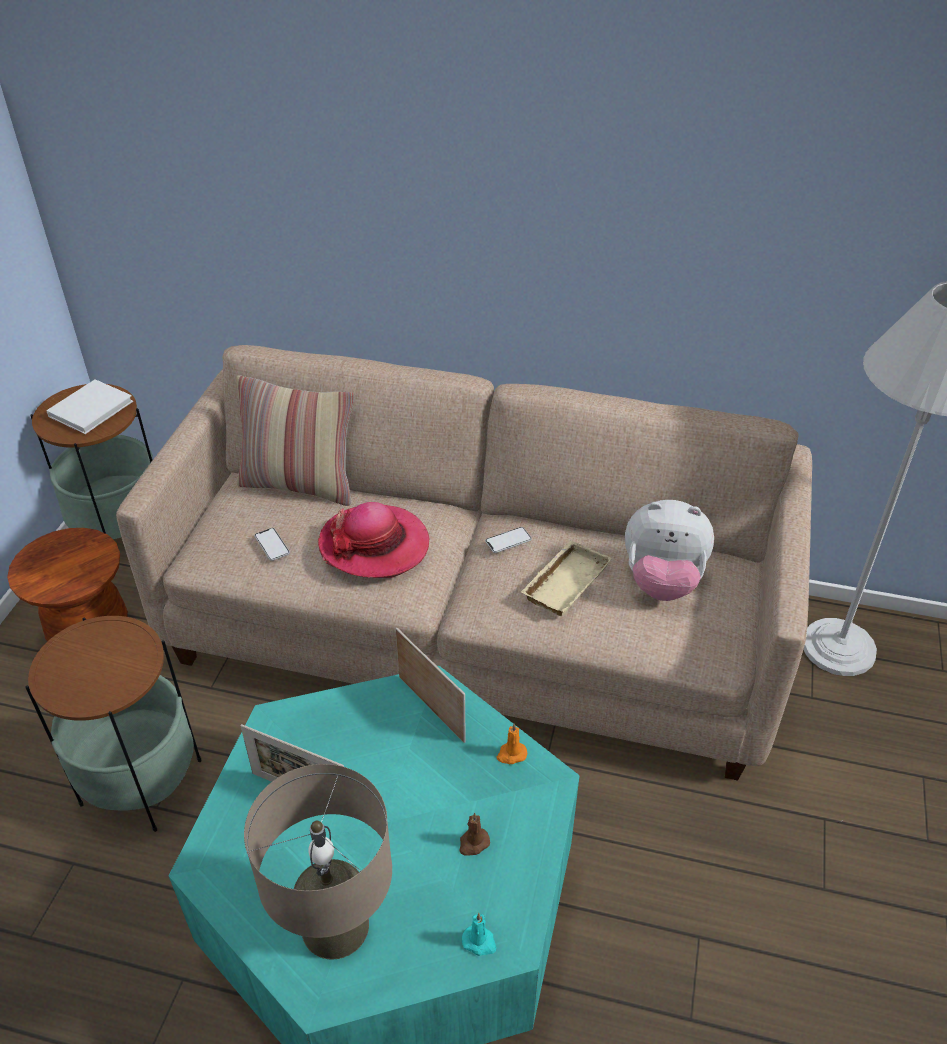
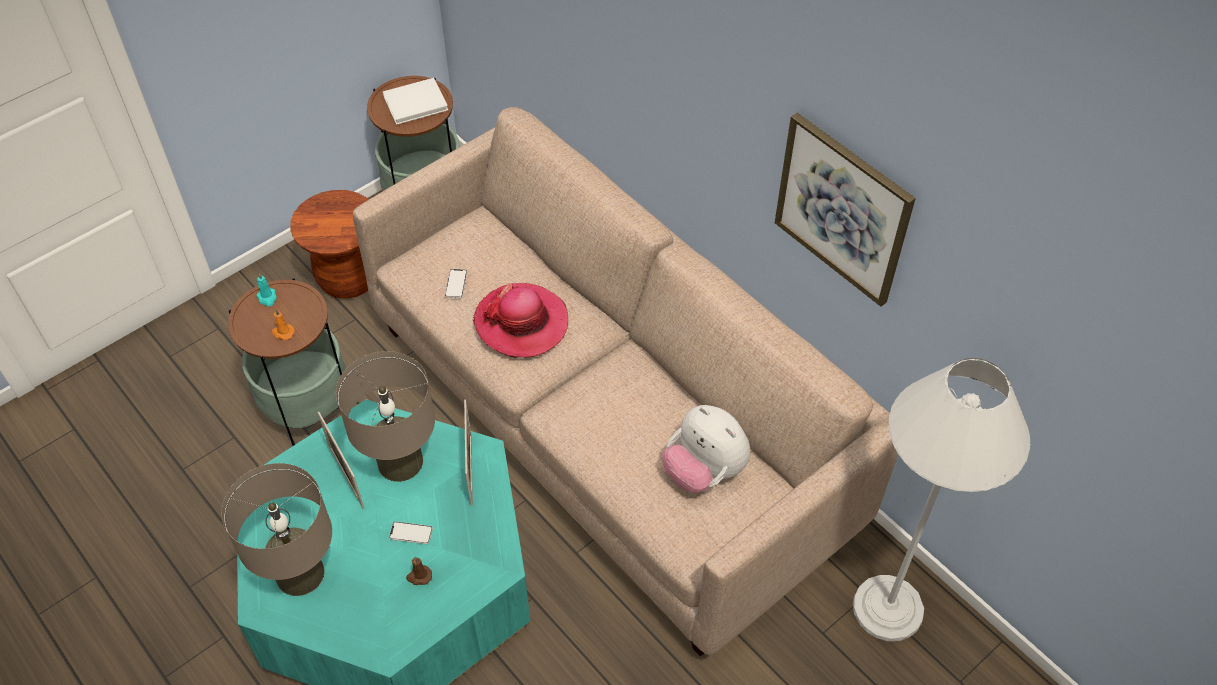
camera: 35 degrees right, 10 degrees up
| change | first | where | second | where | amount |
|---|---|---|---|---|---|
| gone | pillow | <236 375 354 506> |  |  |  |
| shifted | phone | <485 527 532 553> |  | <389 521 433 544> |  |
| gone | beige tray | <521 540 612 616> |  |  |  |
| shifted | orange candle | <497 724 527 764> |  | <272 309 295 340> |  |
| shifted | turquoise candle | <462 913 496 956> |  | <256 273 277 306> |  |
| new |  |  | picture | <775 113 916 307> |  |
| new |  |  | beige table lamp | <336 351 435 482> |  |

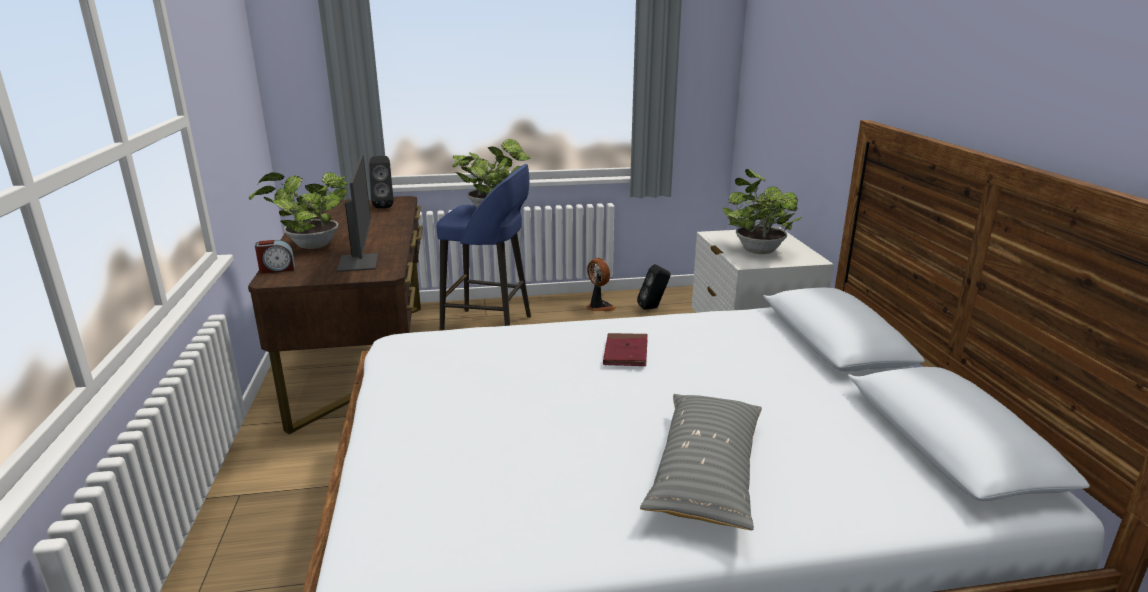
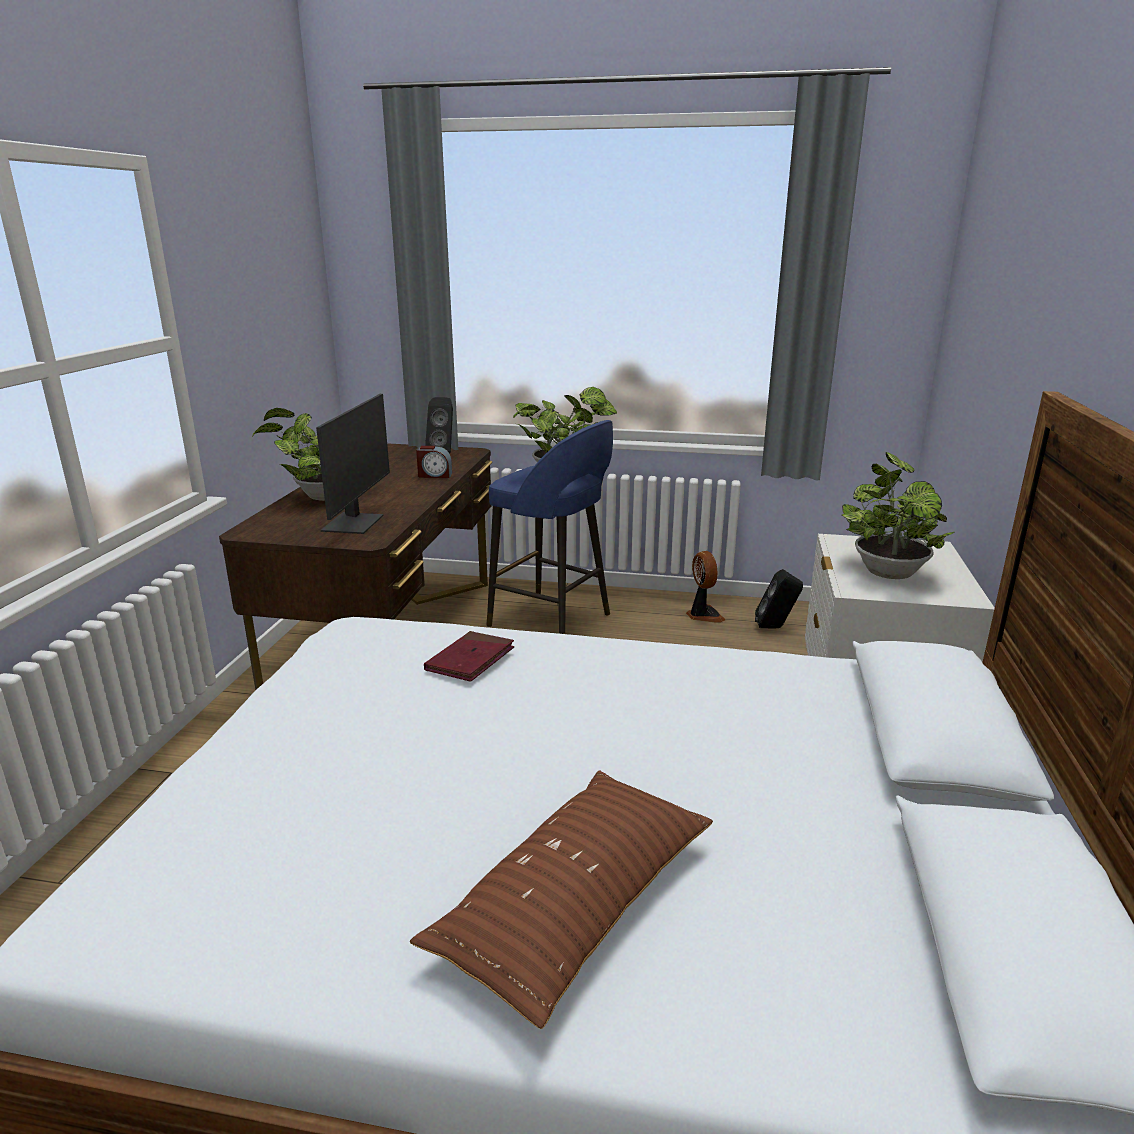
camera: 20 degrees right, 0 degrees up
| change | first | where | second | where | amount |
|---|---|---|---|---|---|
| shifted | alarm clock | <255 240 295 273> |  | <416 446 452 478> |  |
| shifted | red book | <603 333 648 366> |  | <424 631 514 682> |  |
| repainted | grey pillow | <640 394 762 530> | brown pillow | <410 771 713 1029> |  |

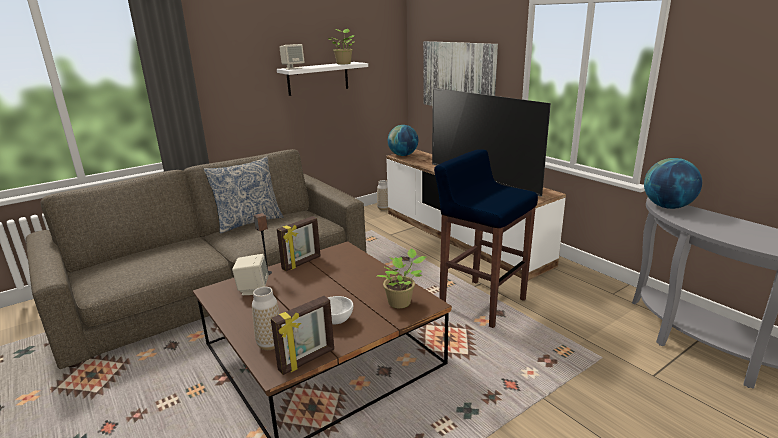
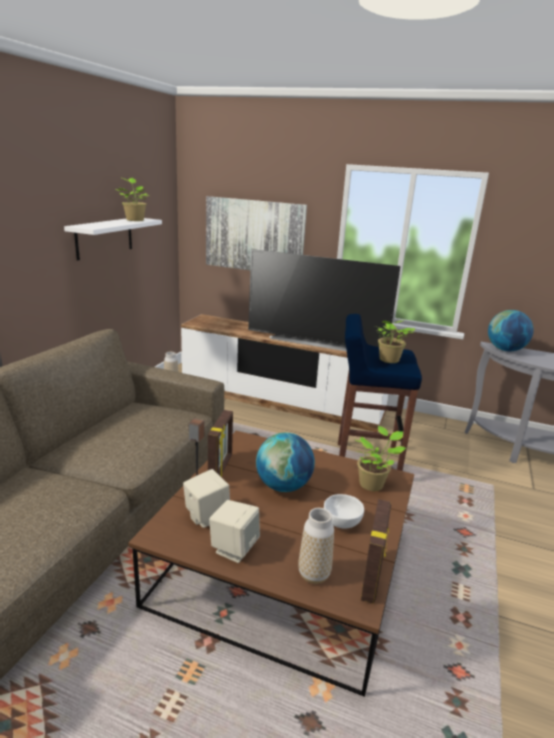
camera: 35 degrees left, 0 degrees up
| change | first | where | second | where | amount |
|---|---|---|---|---|---|
| shifted | beige speaker | <279 44 304 70> |  | <209 500 260 563> |  |
| shifted | globe | <388 125 418 156> |  | <256 432 315 492> |  |
| gone | pillow | <203 156 283 234> |  |  |  |
| new |  |  | potted plant | <375 321 415 363> |  |

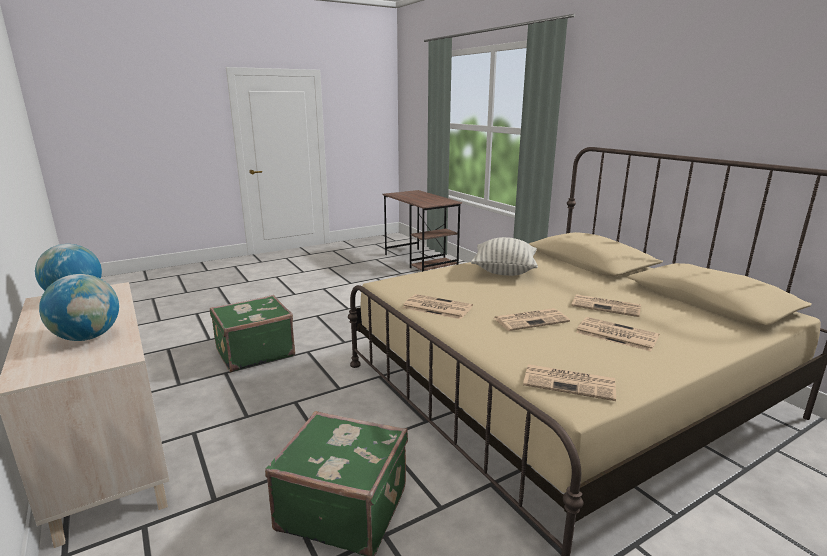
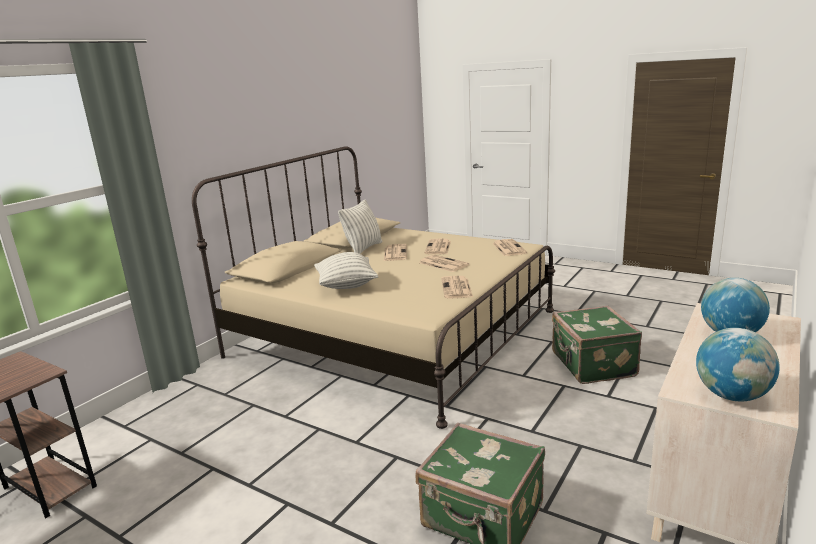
camera: 115 degrees left, 0 degrees up
| change | first | where | second | where | amount |
|---|---|---|---|---|---|
| new |  |  | pillow | <338 199 382 254> |  |

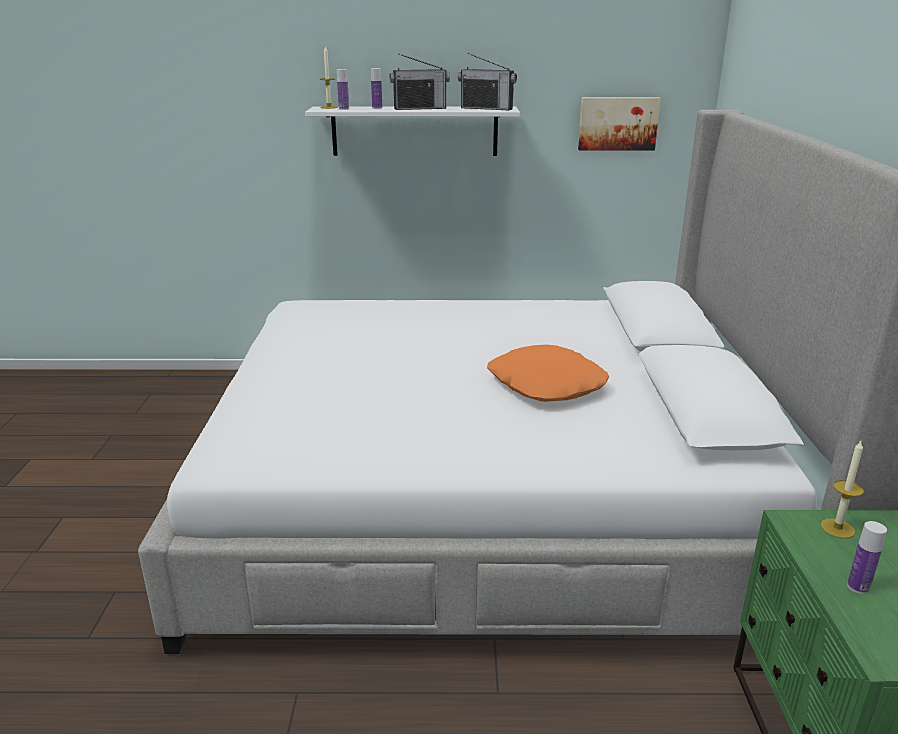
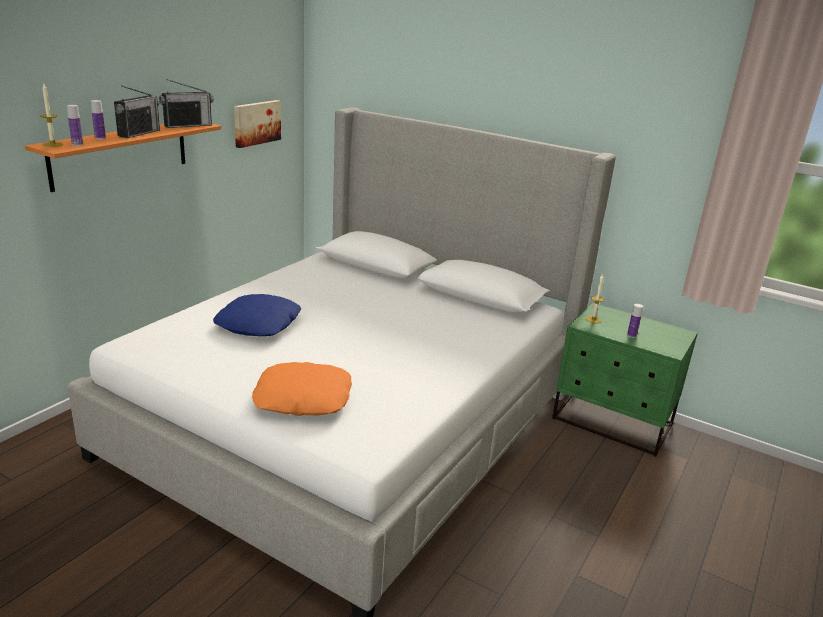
camera: 60 degrees left, 0 degrees up
| change | first | where | second | where | amount |
|---|---|---|---|---|---|
| repainted | white shelf | <305 106 520 156> | orange shelf | <25 124 221 192> |  |
| shifted | orange pillow | <487 345 609 402> |  | <252 362 352 416> |  |
| new |  |  | blue pillow | <213 294 301 336> |  |

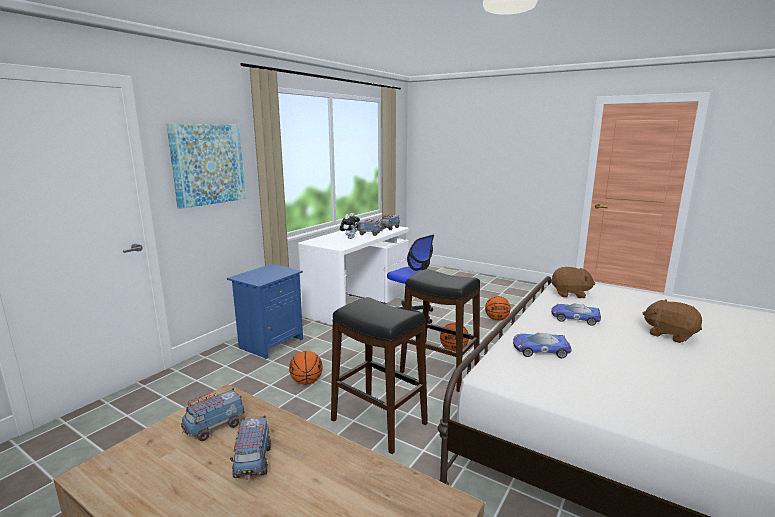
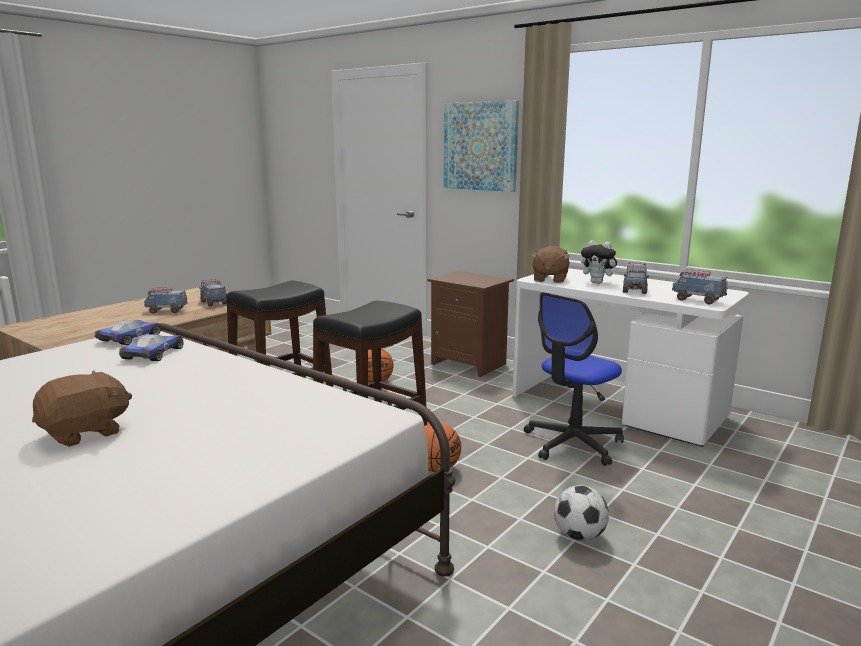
camera: 95 degrees right, 0 degrees up
| change | first | where | second | where | amount |
|---|---|---|---|---|---|
| repainted | blue nightstand | <227 264 303 359> | brown nightstand | <427 271 514 378> |  |
| shifted | brown plush toy | <551 267 595 298> |  | <531 246 570 283> |  |
| swapped | basketball | <485 296 510 321> | football | <554 485 609 541> |  |
| shifted | toy car | <551 304 601 326> |  | <95 320 161 345> |  |

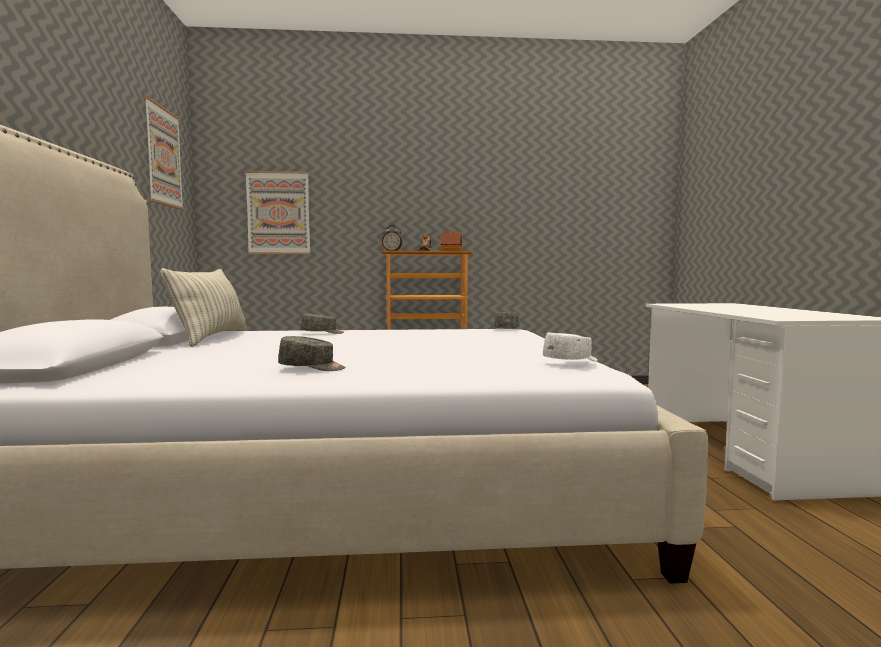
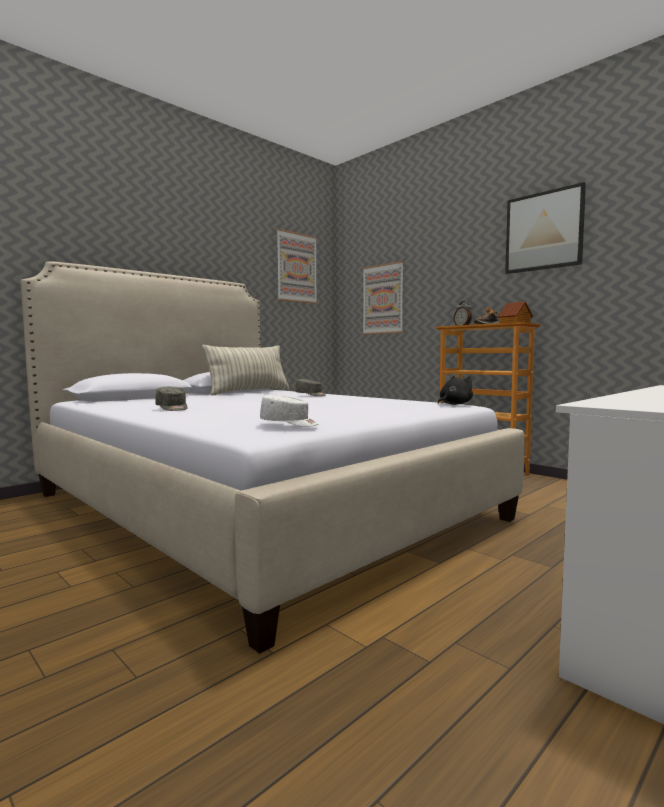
camera: 50 degrees right, 0 degrees up
| change | first | where | second | where | amount |
|---|---|---|---|---|---|
| swapped | grey cap | <495 312 520 328> | black plush toy | <438 376 473 405> |  |
| new |  |  | picture | <505 182 586 274> |  |

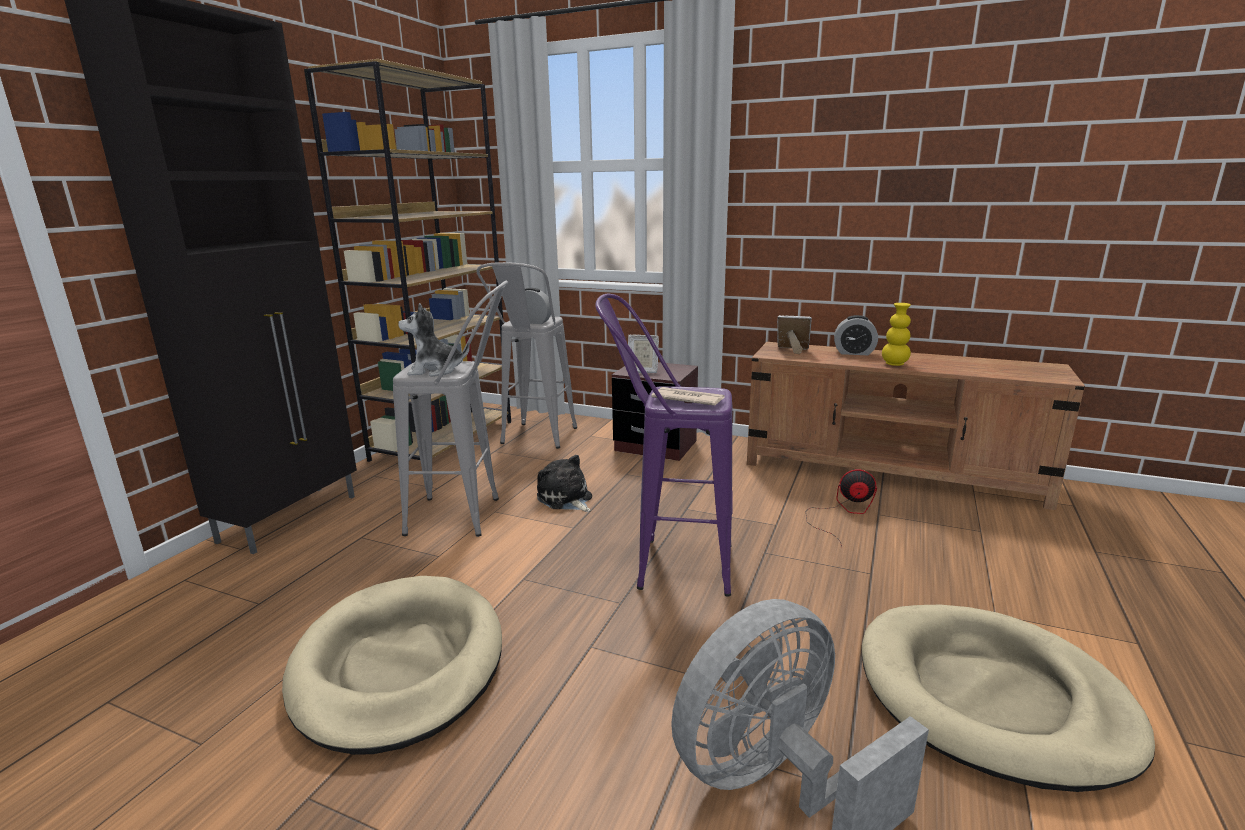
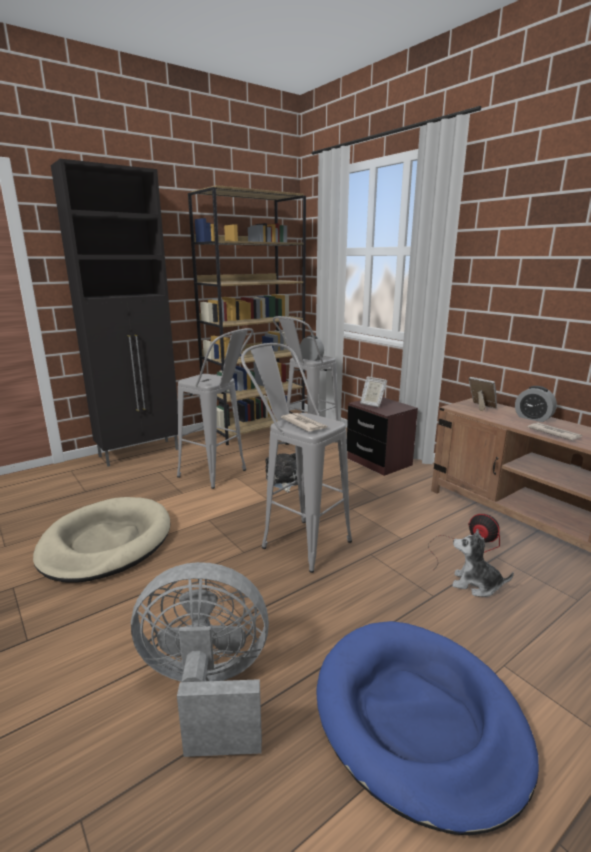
camera: 30 degrees right, 0 degrees up
| change | first | where | second | where | amount |
|---|---|---|---|---|---|
| repainted | purple stool | <595 294 733 597> | grey stool | <241 343 352 573> |  |
| shifted | plush toy | <398 303 470 377> |  | <452 529 514 597> |  |
| swapped | yellow vase | <882 303 911 366> | newspaper | <528 423 582 440> |  |
| repainted | beige dog bed | <862 605 1155 792> | blue dog bed | <317 621 539 835> |  |

